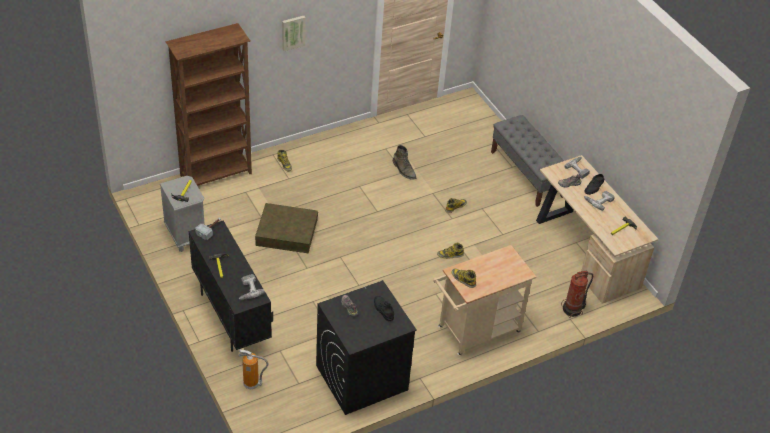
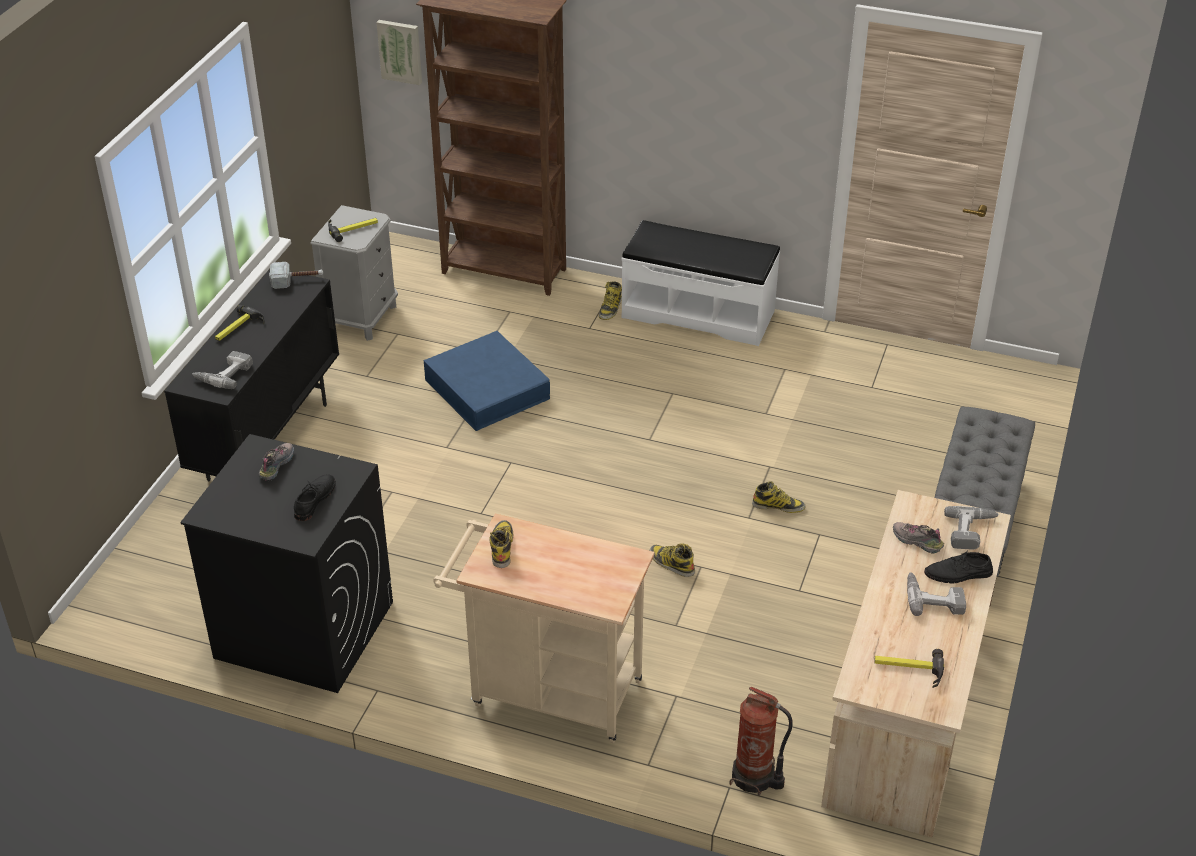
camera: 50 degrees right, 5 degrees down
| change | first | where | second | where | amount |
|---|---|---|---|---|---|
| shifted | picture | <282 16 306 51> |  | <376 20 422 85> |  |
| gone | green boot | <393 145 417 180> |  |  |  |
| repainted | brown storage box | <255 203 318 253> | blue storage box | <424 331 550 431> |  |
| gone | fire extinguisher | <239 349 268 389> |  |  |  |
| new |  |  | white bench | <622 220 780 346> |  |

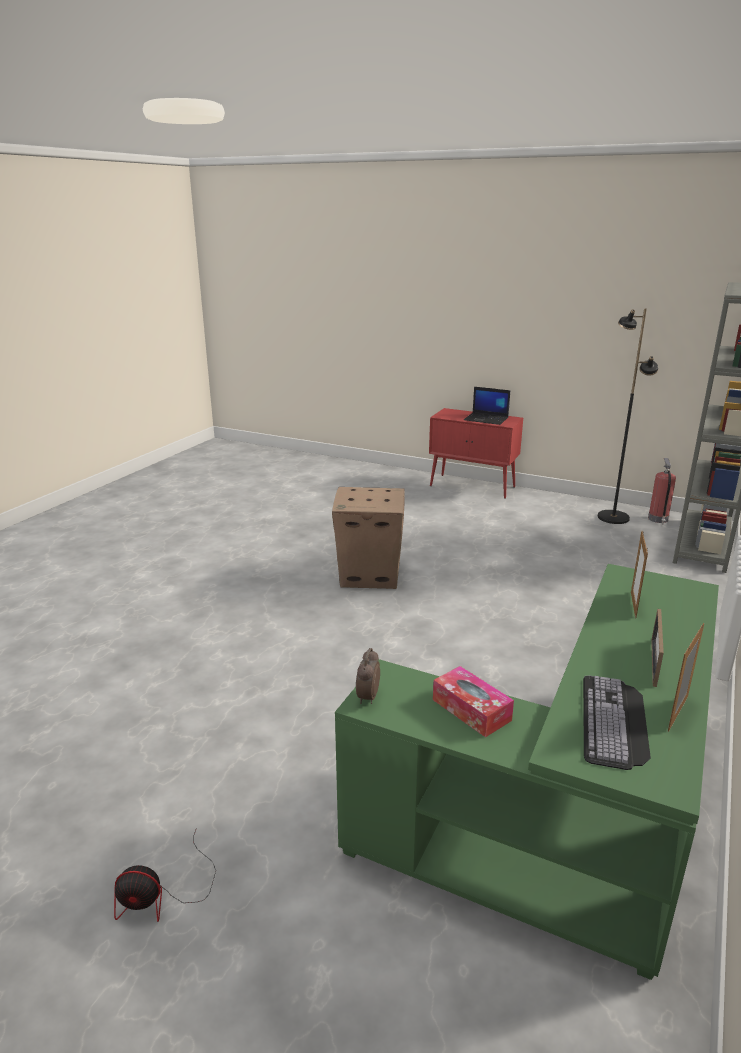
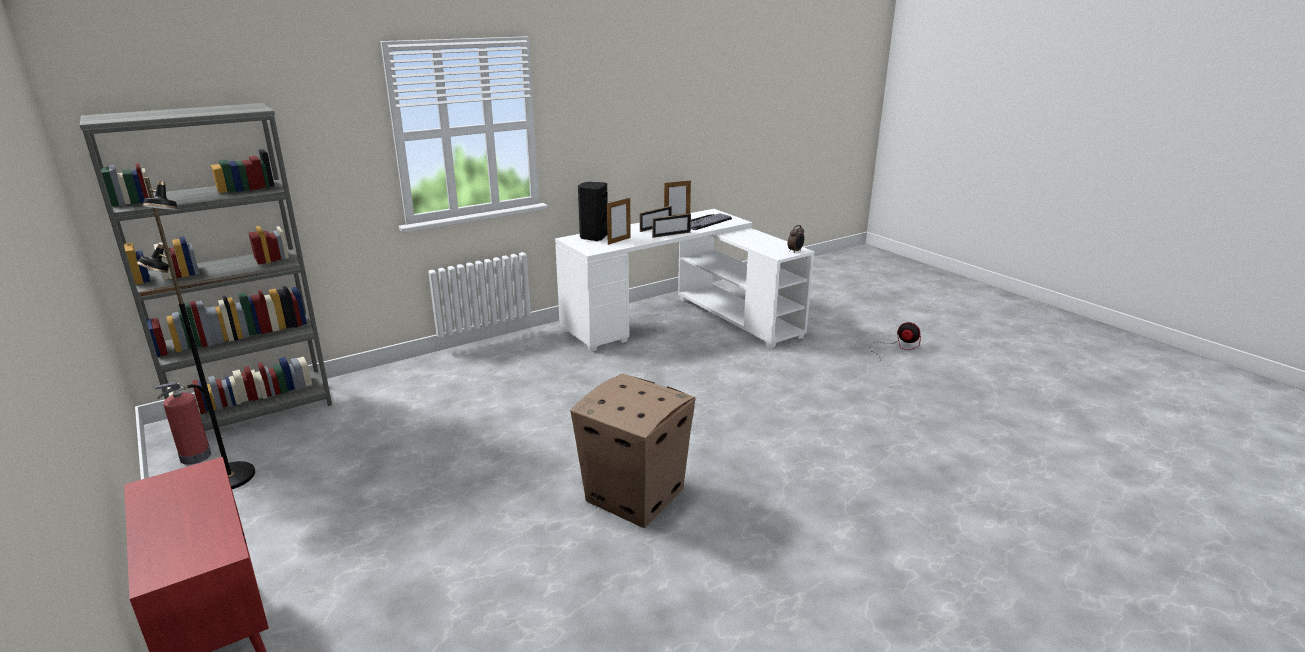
camera: 150 degrees left, 0 degrees up
| change | first | where | second | where | amount |
|---|---|---|---|---|---|
| gone | laptop | <464 387 510 425> |  |  |  |
| repainted | green desk | <335 564 719 980> | white desk | <555 209 814 352> |  |
| gone | tissue box | <433 666 514 737> |  |  |  |
| new |  |  | black speaker | <578 182 608 241> |  |
| new |  |  | picture frame | <652 214 691 238> |  |

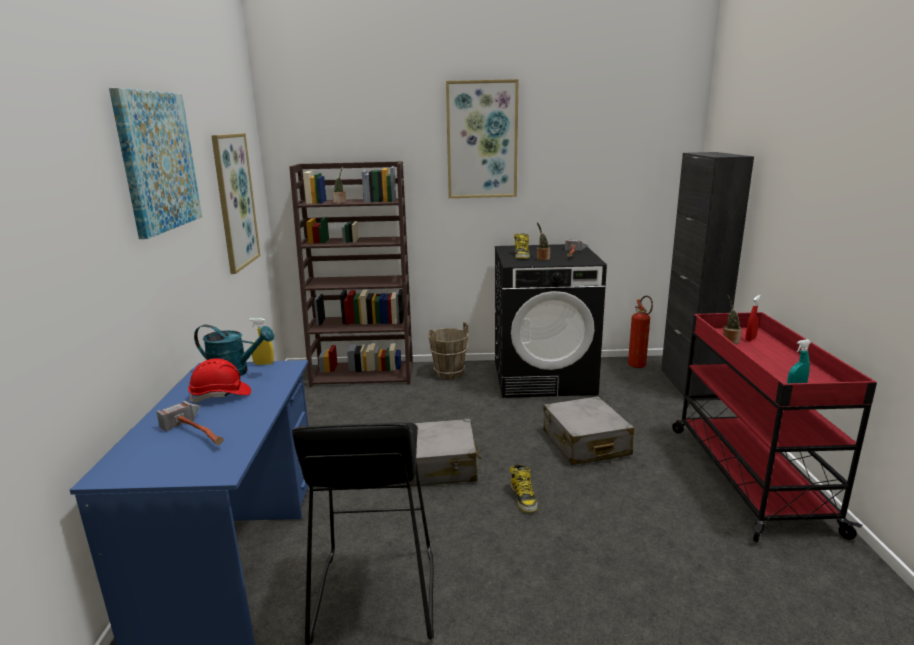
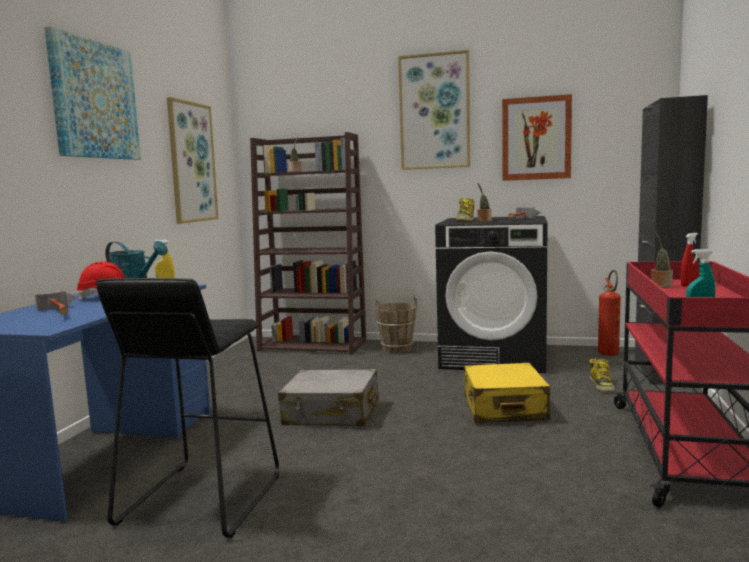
camera: 15 degrees right, 10 degrees down
| change | first | where | second | where | amount |
|---|---|---|---|---|---|
| repainted | grey suitcase | <543 396 634 465> | yellow suitcase | <463 363 551 423> |  |
| shifted | boot | <510 464 537 513> |  | <589 358 615 392> |  |
| new |  |  | picture | <502 94 572 181> |  |

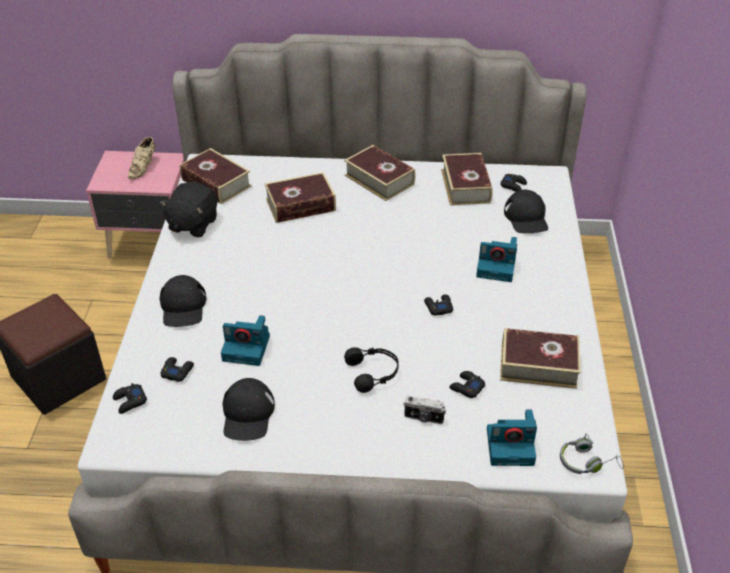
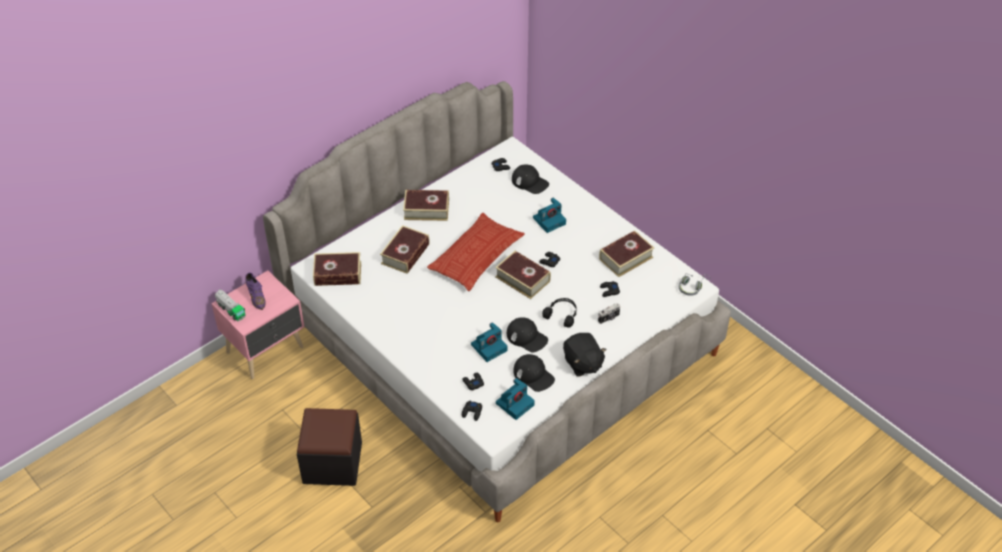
camera: 45 degrees left, 5 degrees up
| change | first | where | second | where | amount |
|---|---|---|---|---|---|
| repainted | beige shoe | <127 137 155 179> | purple shoe | <245 273 266 310> |  |
| shifted | book | <441 153 493 205> |  | <495 251 551 299> |  |
| shifted | black plush toy | <159 182 218 237> |  | <563 333 607 376> |  |
| shifted | black cap | <159 275 206 327> |  | <507 317 548 352> |  |
| shifted | photo camera | <487 409 537 466> |  | <496 378 535 420> |  |
| new |  |  | pillow | <427 213 525 291> |  |
| new |  |  | toy truck | <215 289 246 322> |  |

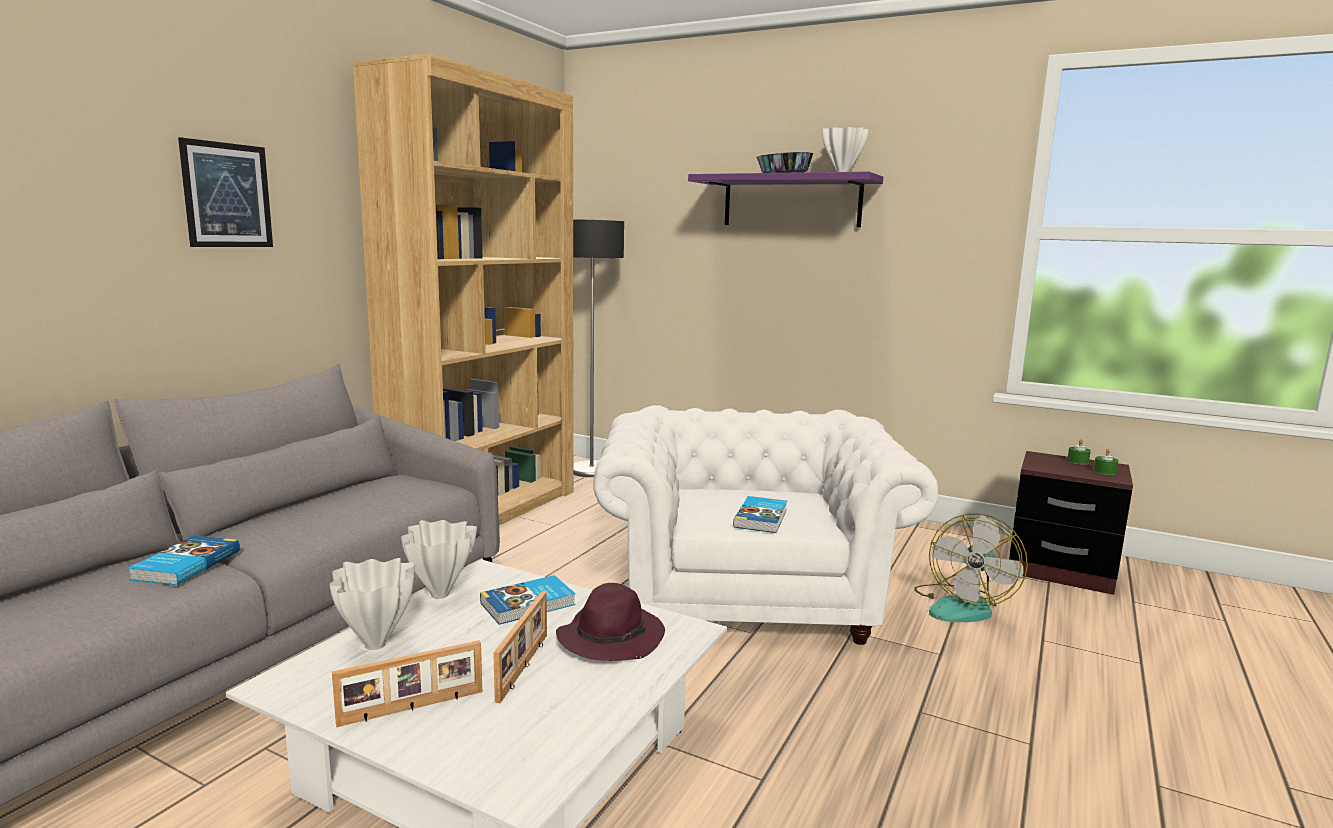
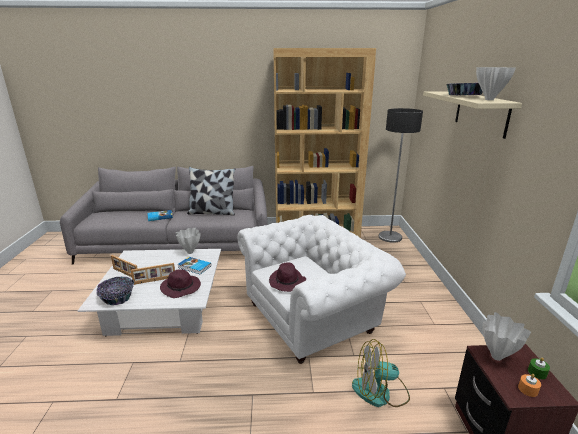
camera: 60 degrees right, 10 degrees up
| change | first | where | second | where | amount |
|---|---|---|---|---|---|
| gone | picture | <178 137 273 247> |  |  |  |
| repainted | purple shelf | <688 172 883 228> | beige shelf | <423 91 522 139> |  |
| repainted | green candle | <1093 448 1118 475> | orange candle | <518 374 541 397> |  |
| swapped | book | <733 496 787 533> | purple hat | <269 263 306 292> |  |
| shifted | white vase | <329 558 415 650> |  | <483 312 531 361> |  |
| new |  |  | pillow | <187 167 235 216> |  |
| new |  |  | bowl | <96 277 134 305> |  |

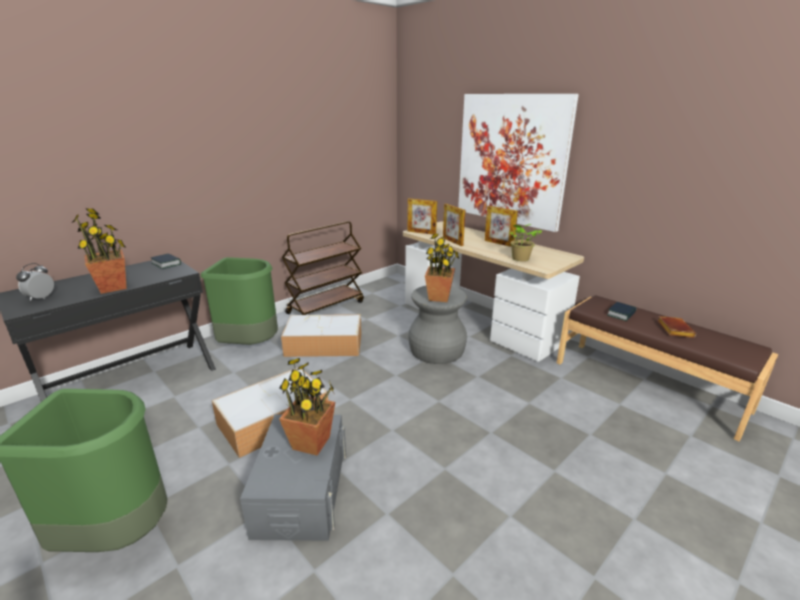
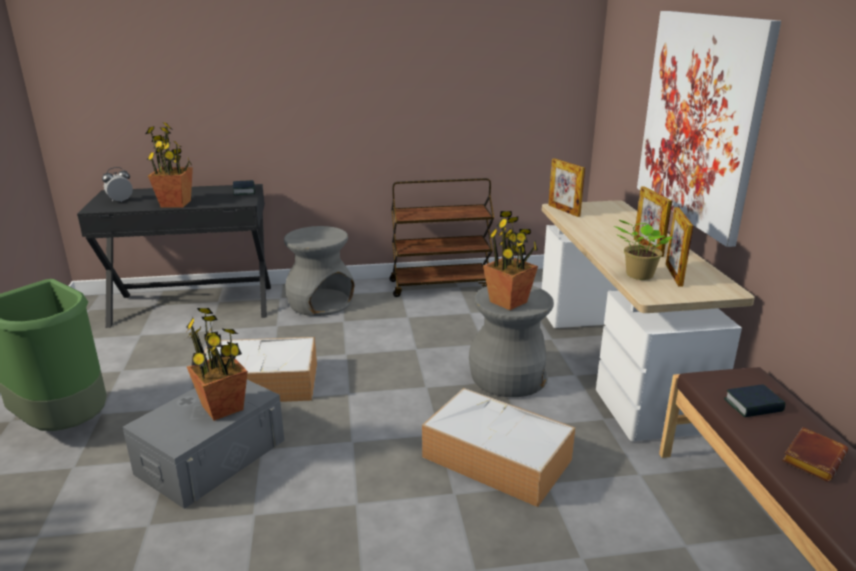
camera: 35 degrees right, 0 degrees up
| change | first | where | second | where | amount |
|---|---|---|---|---|---|
| shifted | picture frame | <443 204 465 246> |  | <666 207 693 287> |  |
| swapped | green trash can | <201 257 278 345> | grey stool | <284 226 354 316> |  |
| shifted | storage box | <281 314 361 357> |  | <422 388 575 507> |  |

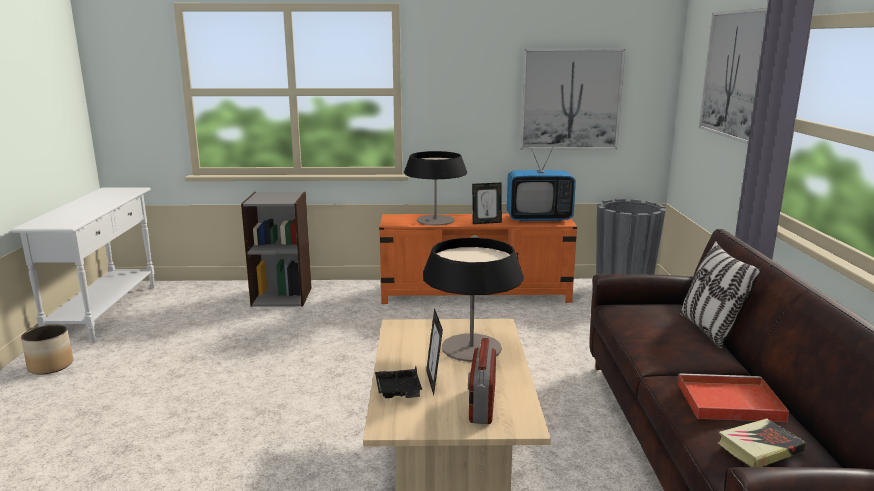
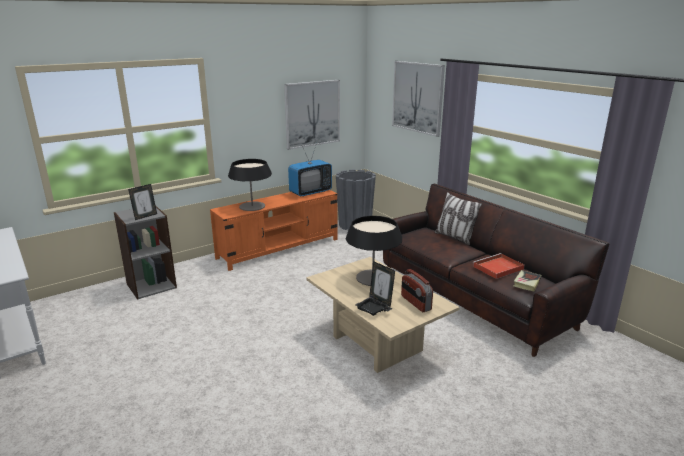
camera: 35 degrees left, 5 degrees up
| change | first | where | second | where | amount |
|---|---|---|---|---|---|
| shifted | picture frame | <472 183 502 224> |  | <128 184 157 220> |  |
| gone | planter | <21 325 73 375> |  |  |  |

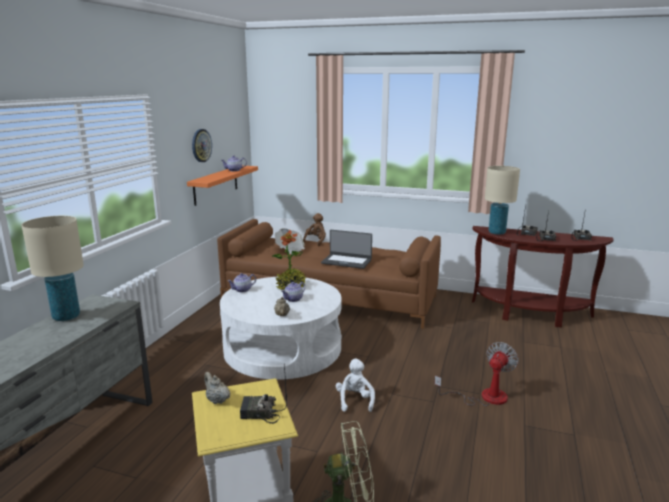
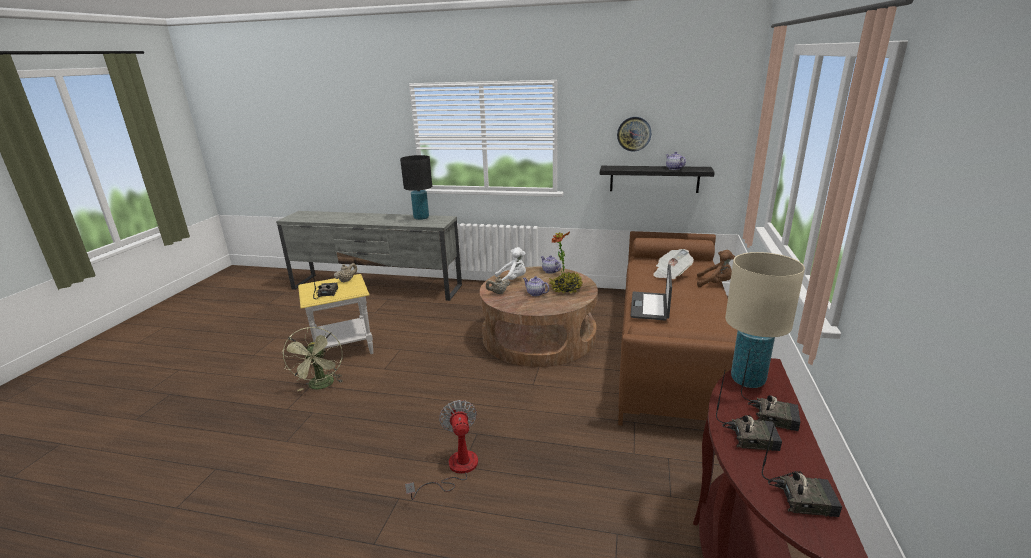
camera: 85 degrees right, 5 degrees up
| change | first | where | second | where | amount |
|---|---|---|---|---|---|
| repainted | orange shelf | <187 165 258 206> | black shelf | <600 166 715 193> |  |
| repainted | beige table lamp | <21 216 84 321> | black table lamp | <400 155 432 220> |  |
| repainted | white coffee table | <220 277 342 380> | brown coffee table | <480 266 598 367> |  |
| rotated | fan | <434 342 518 406> |  | <405 400 478 500> | 135 degrees counterclockwise |
| shifted | white plush toy | <336 359 375 412> |  | <495 247 526 281> |  |

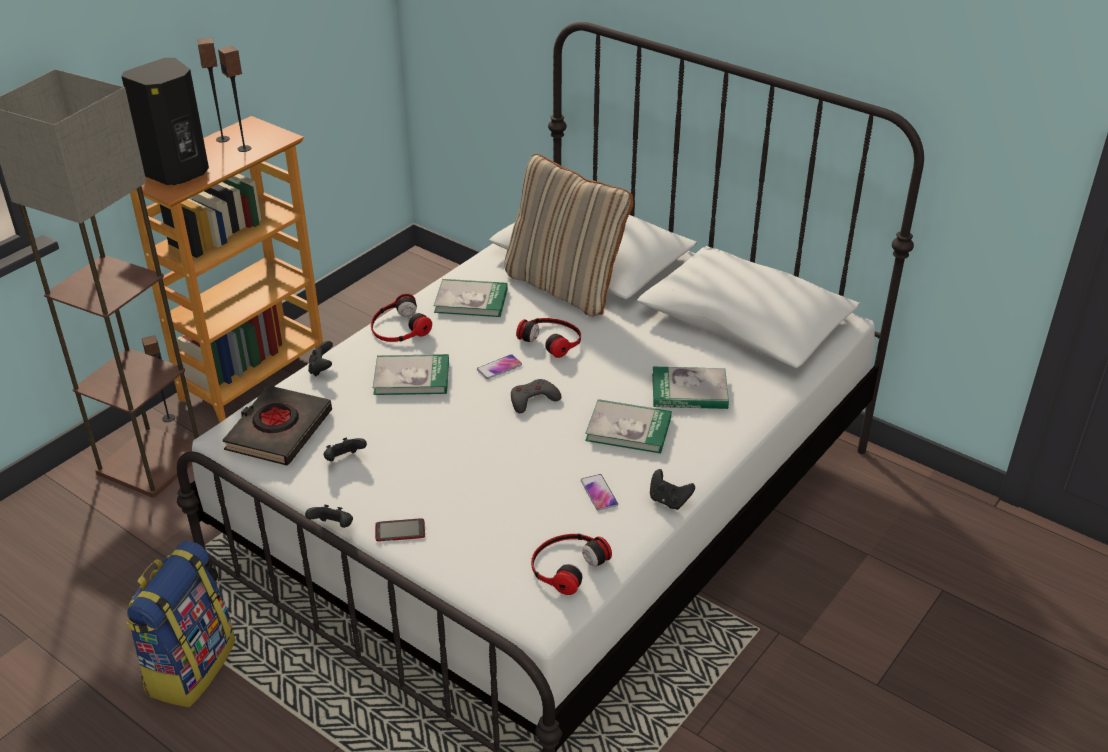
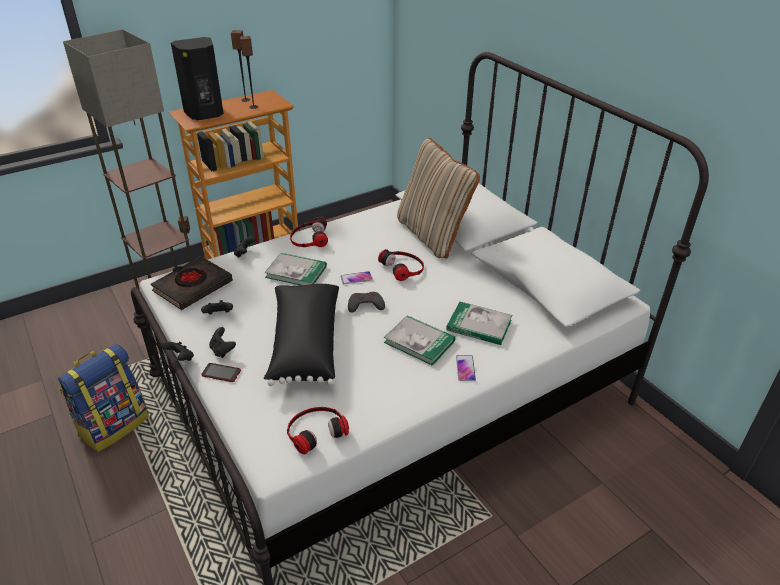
camera: 20 degrees right, 0 degrees up
| change | first | where | second | where | amount |
|---|---|---|---|---|---|
| gone | book | <434 279 508 317> |  |  |  |
| shifted | black game controller | <650 469 695 510> |  | <209 327 236 358> |  |
| shifted | phone | <581 474 618 511> |  | <456 355 476 381> |  |
| new |  |  | black pillow | <264 284 339 386> |  |

